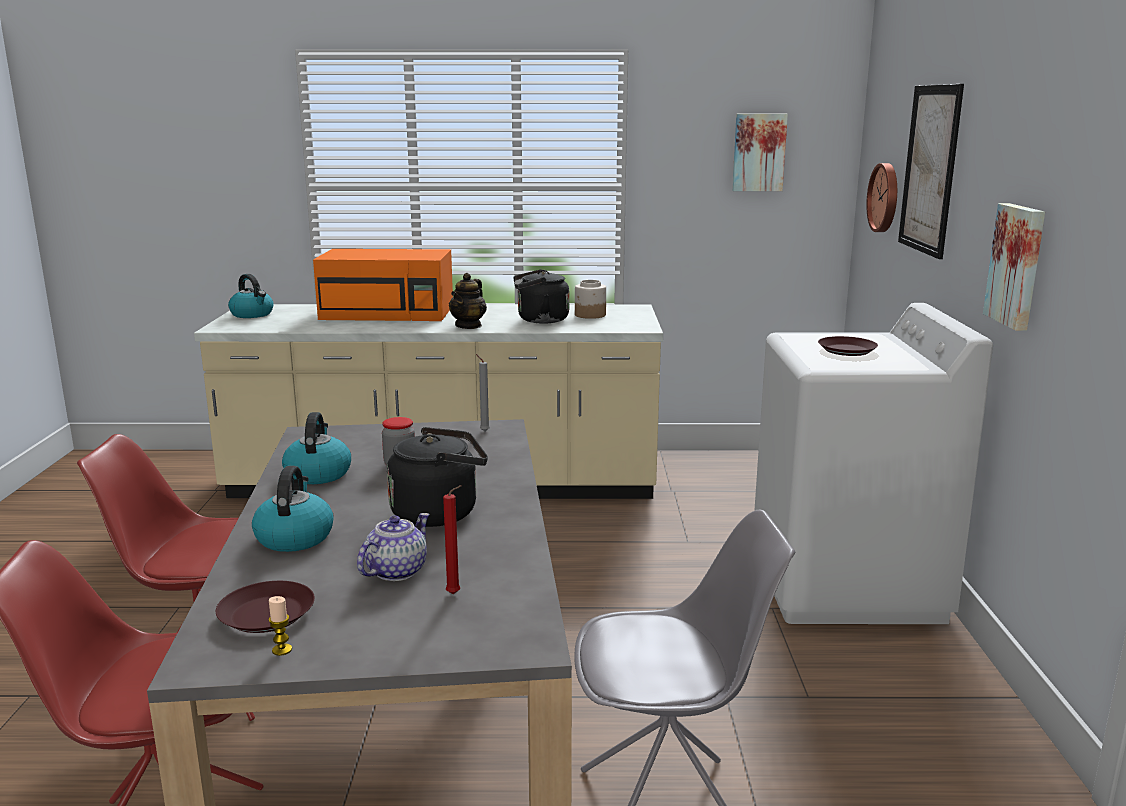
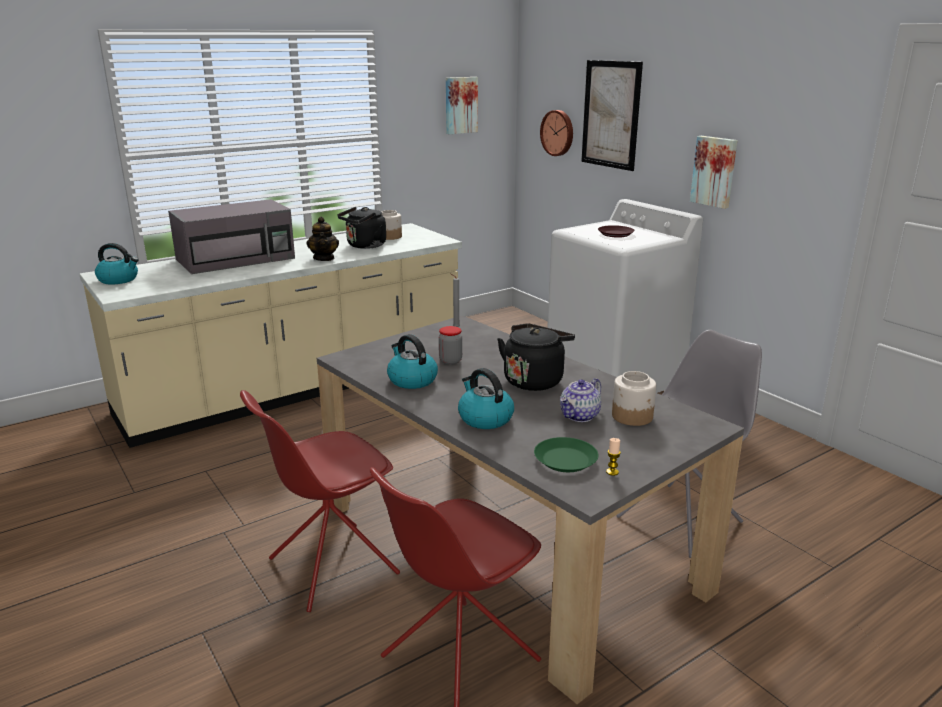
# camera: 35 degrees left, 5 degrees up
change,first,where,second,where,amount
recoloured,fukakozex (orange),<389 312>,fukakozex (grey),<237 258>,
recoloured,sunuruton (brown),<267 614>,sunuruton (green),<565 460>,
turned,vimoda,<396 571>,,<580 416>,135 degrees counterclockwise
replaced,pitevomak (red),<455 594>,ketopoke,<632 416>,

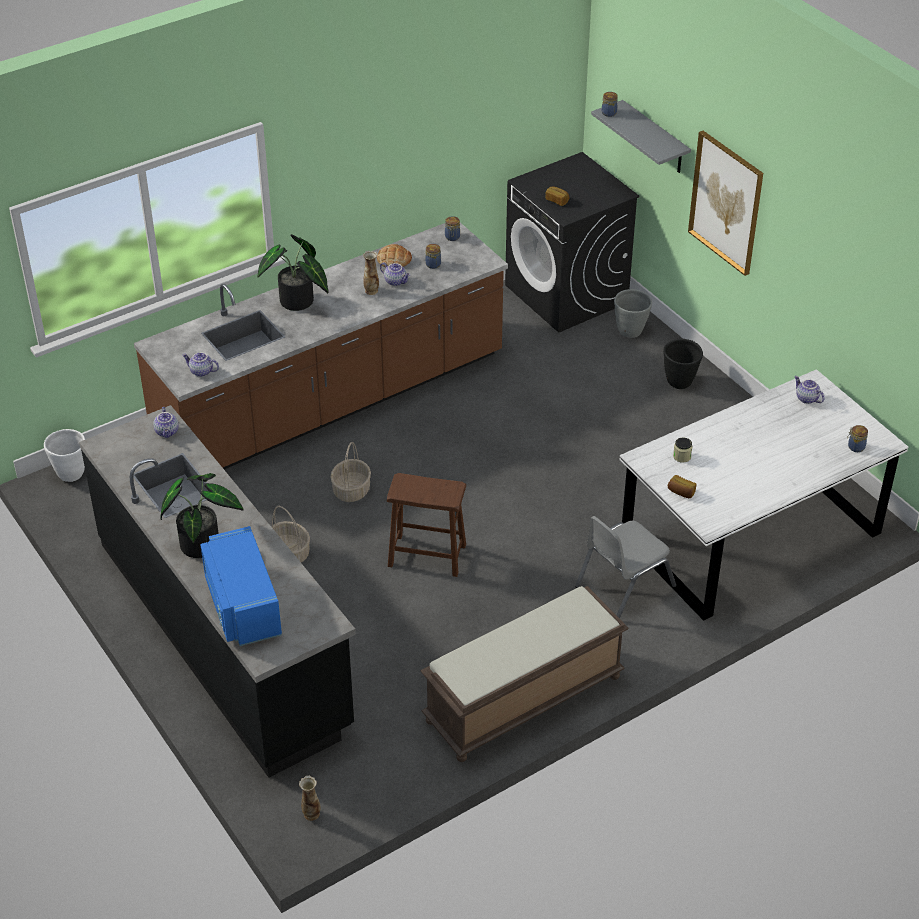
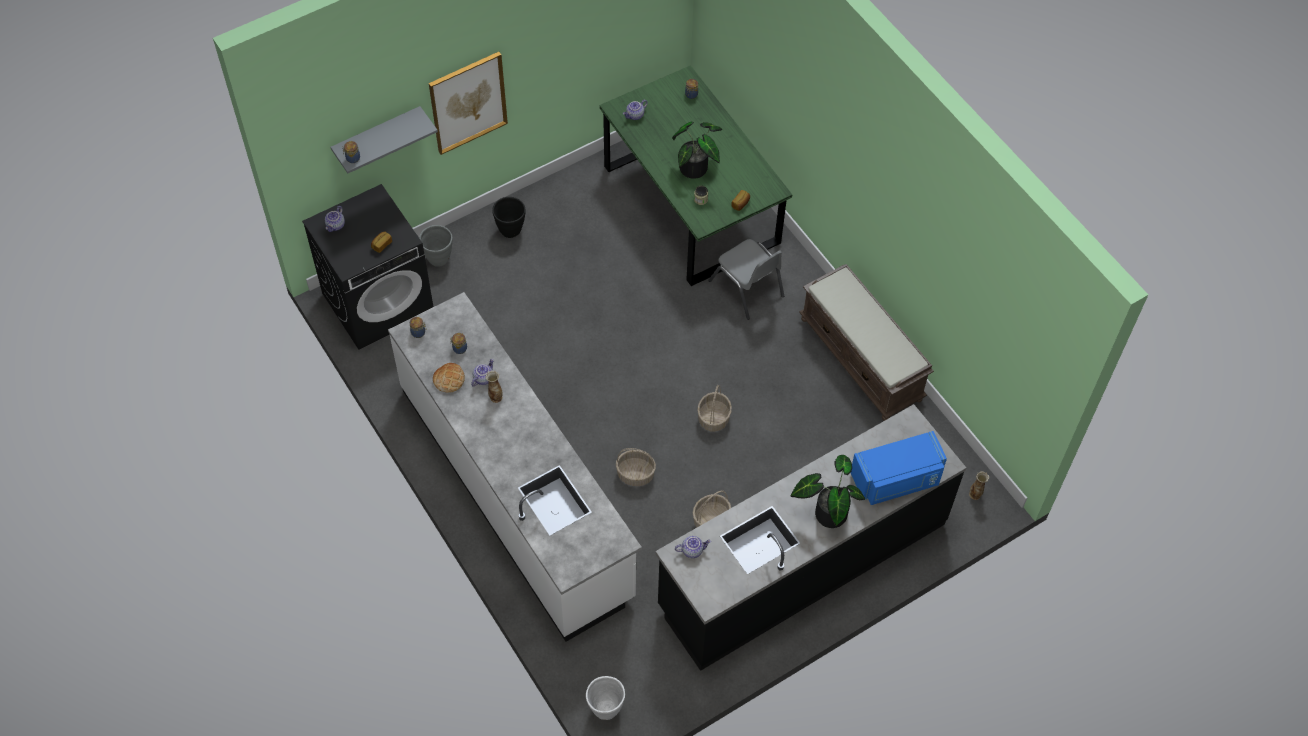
# camera: 90 degrees left, 15 degrees up
change,first,where,second,where,amount
moved,vimoda,<201 372>,,<336 225>,
recoloured,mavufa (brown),<332 401>,mavufa (white),<516 491>,
recoloured,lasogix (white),<751 534>,lasogix (green),<692 204>,
moved,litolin,<297 304>,,<697 167>,
replaced,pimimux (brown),<427 555>,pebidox,<714 418>,

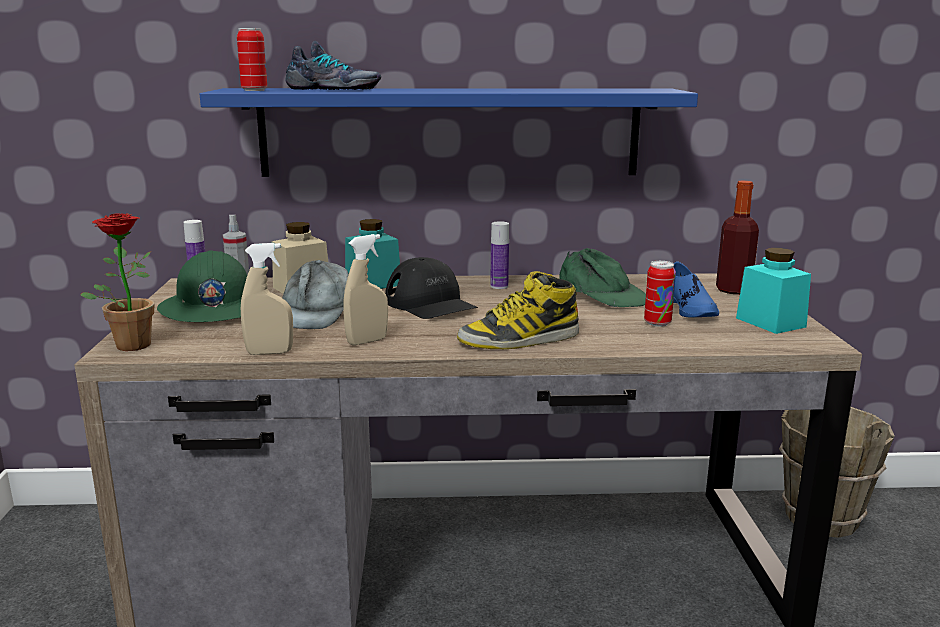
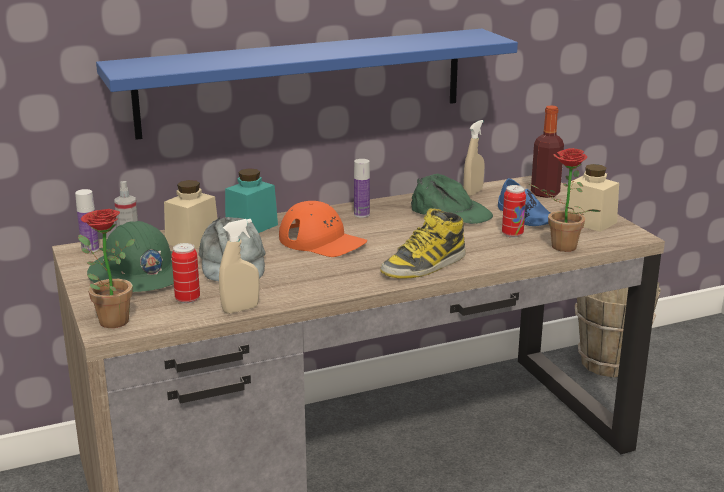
# camera: 20 degrees left, 5 degrees up
change,first,where,second,where,amount
moved,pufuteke,<254 90>,,<187 299>,
recoloured,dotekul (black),<430 304>,dotekul (orange),<322 241>,
moved,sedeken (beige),<367 341>,,<473 192>,
added,,,litolin,<559 247>,
recoloured,ketopoke (turquoise),<770 322>,ketopoke (beige),<590 222>,
removed,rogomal,<333 89>,,,

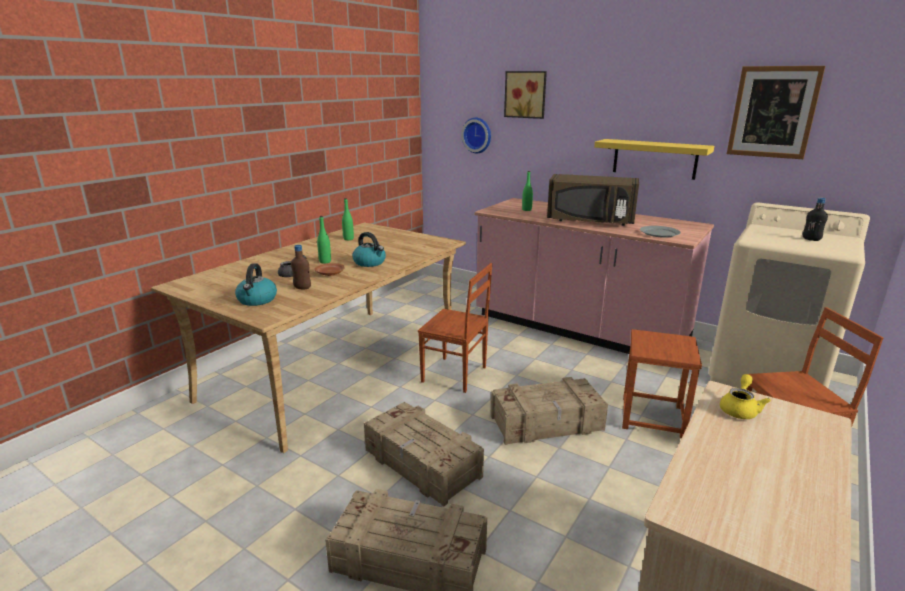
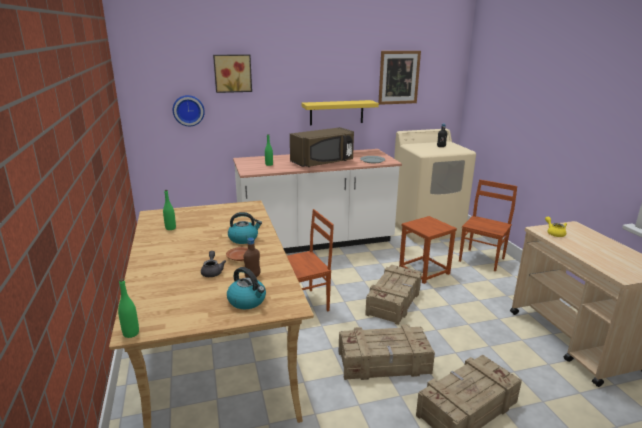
# camera: 50 degrees left, 0 degrees up
change,first,where,second,where,amount
moved,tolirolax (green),<325 261>,,<131 333>,
recoloured,mavufa (pink),<578 329>,mavufa (white),<315 242>,

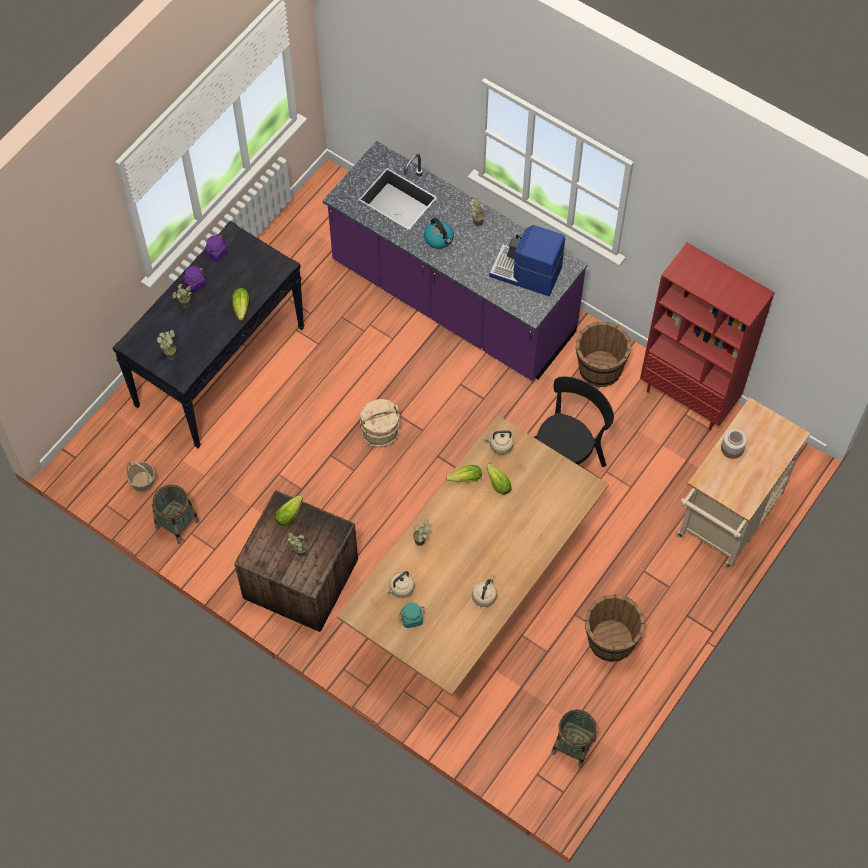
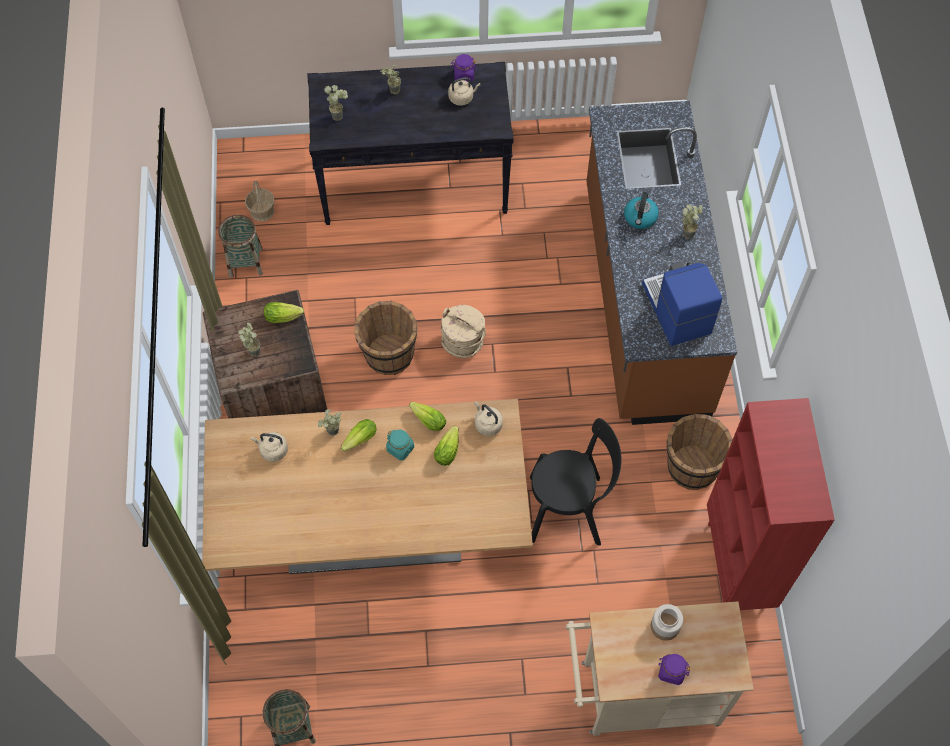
# camera: 50 degrees right, 0 degrees up
change,first,where,second,where,amount
moved,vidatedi,<241 309>,,<358 440>,
moved,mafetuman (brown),<610 641>,,<388 354>,
moved,ketopoke (turquoise),<412 618>,,<400 449>,
moved,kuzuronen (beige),<484 595>,,<462 97>,
recoloured,mavufa (purple),<452 300>,mavufa (brown),<643 300>,
moved,ketopoke (purple),<195 283>,,<671 671>,

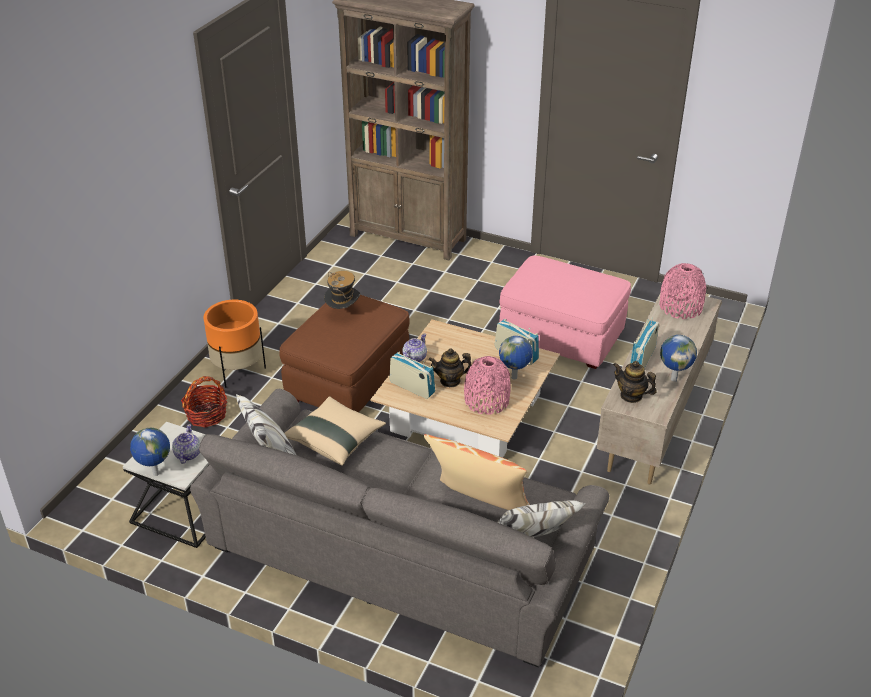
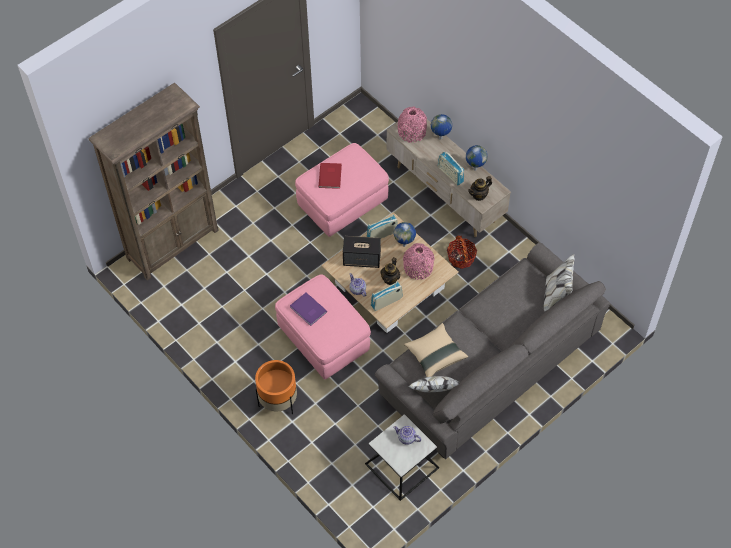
# camera: 65 degrees left, 20 degrees up
change,first,where,second,where,amount
recoloured,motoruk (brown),<349 380>,motoruk (pink),<323 338>,
replaced,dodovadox,<343 313>,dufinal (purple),<308 310>,
added,,,dufinal (red),<331 176>,
added,,,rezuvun,<362 259>,
moved,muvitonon,<155 474>,,<440 138>,
moved,pebidox,<206 415>,,<461 258>,
removed,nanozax,<479 508>,,,

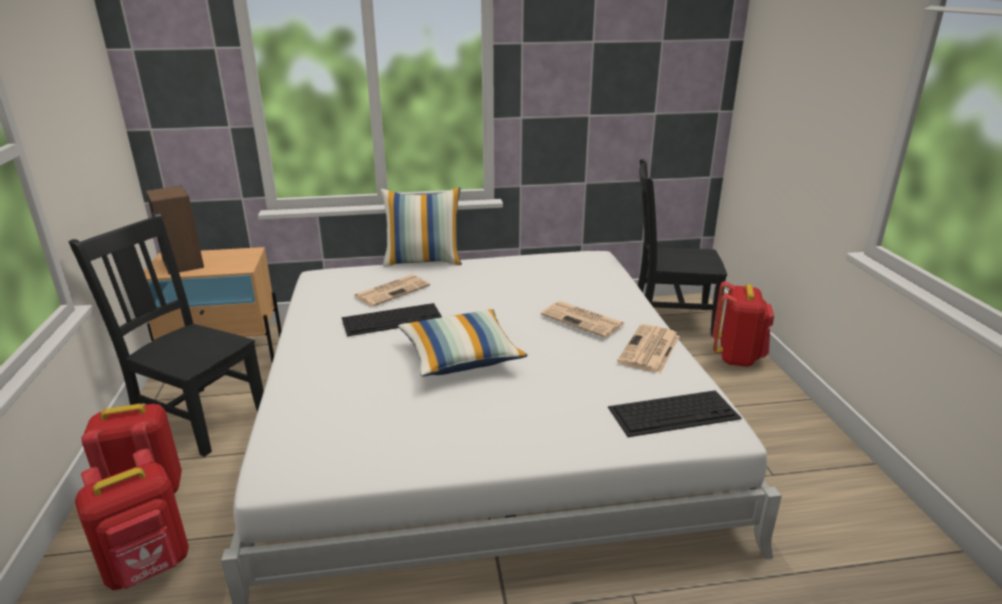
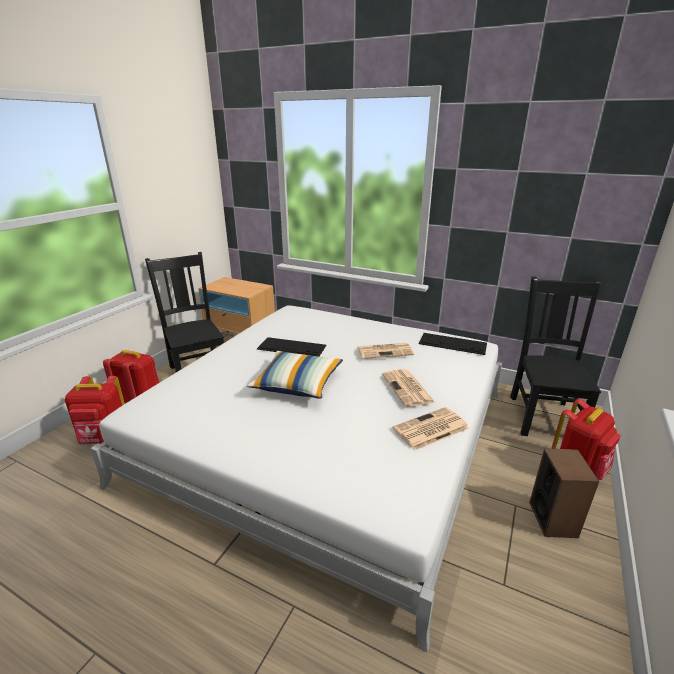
# camera: 35 degrees right, 0 degrees up
change,first,where,second,where,amount
moved,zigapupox,<392 290>,,<385 351>,
moved,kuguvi,<674 412>,,<453 343>,
turned,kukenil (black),<668 319>,,<543 416>,60 degrees clockwise
moved,rezuvun,<183 263>,,<553 519>,
removed,nanozax,<423 261>,,,

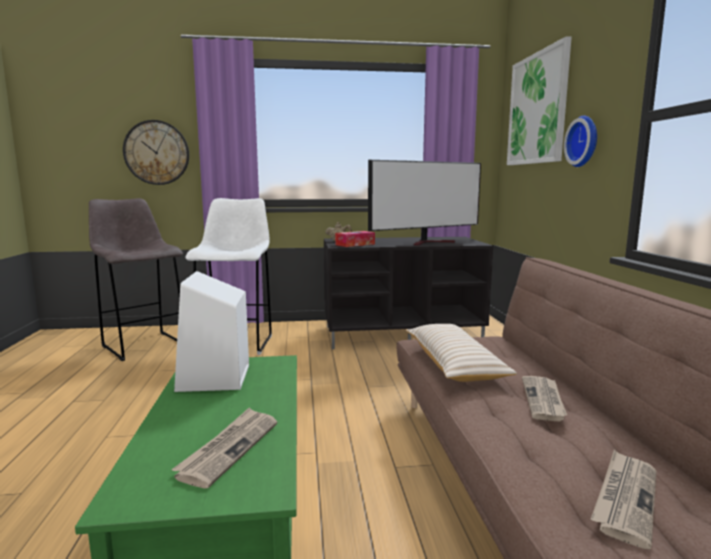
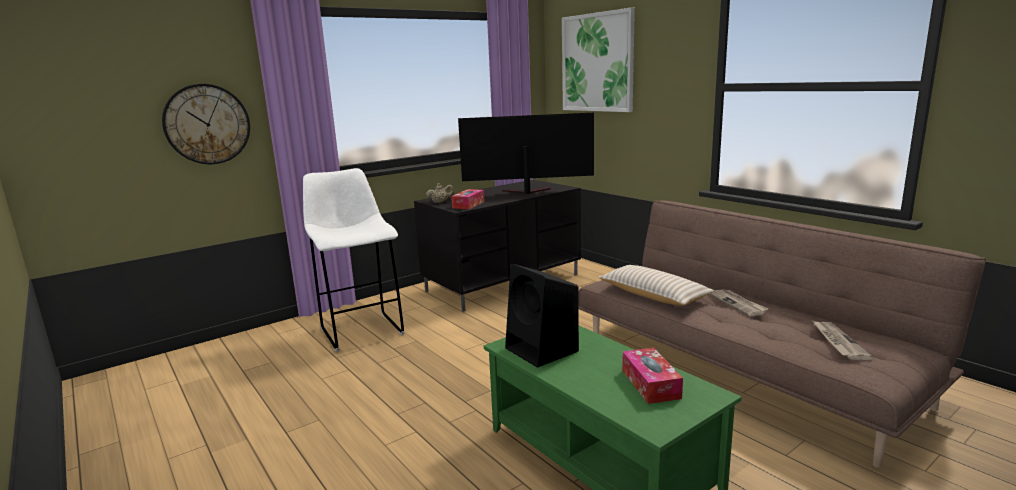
# camera: 30 degrees left, 5 degrees up
change,first,where,second,where,amount
turned,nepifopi,<430 242>,,<525 192>,120 degrees counterclockwise
recoloured,rezuvun (white),<214 379>,rezuvun (black),<543 350>,
replaced,zigapupox,<229 448>,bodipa,<650 384>,
removed,pimimux (grey),<143 345>,,,
removed,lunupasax,<584 141>,,,

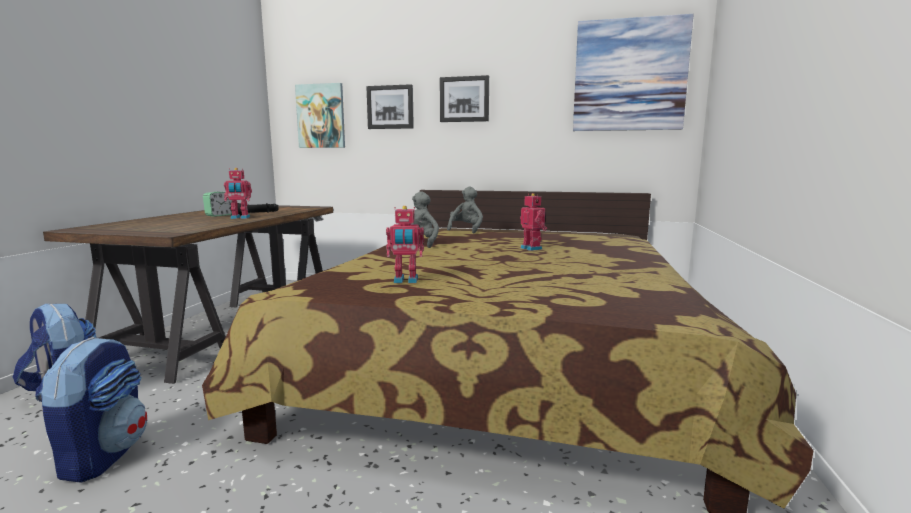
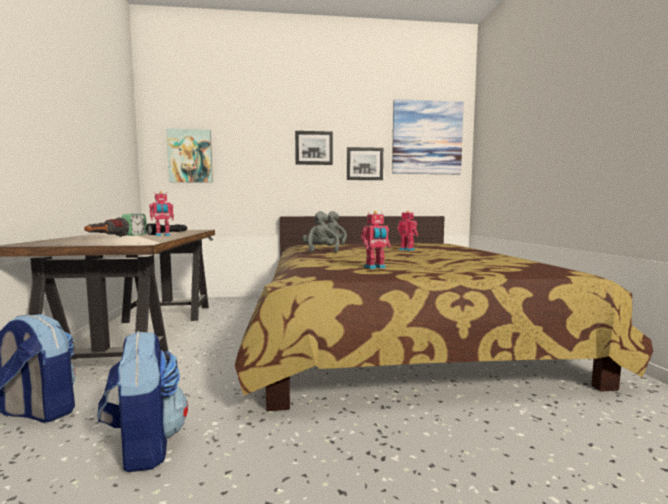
# camera: 20 degrees left, 5 degrees down
change,first,where,second,where,amount
added,,,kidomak,<106 237>,
moved,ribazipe,<390 107>,,<364 164>,

